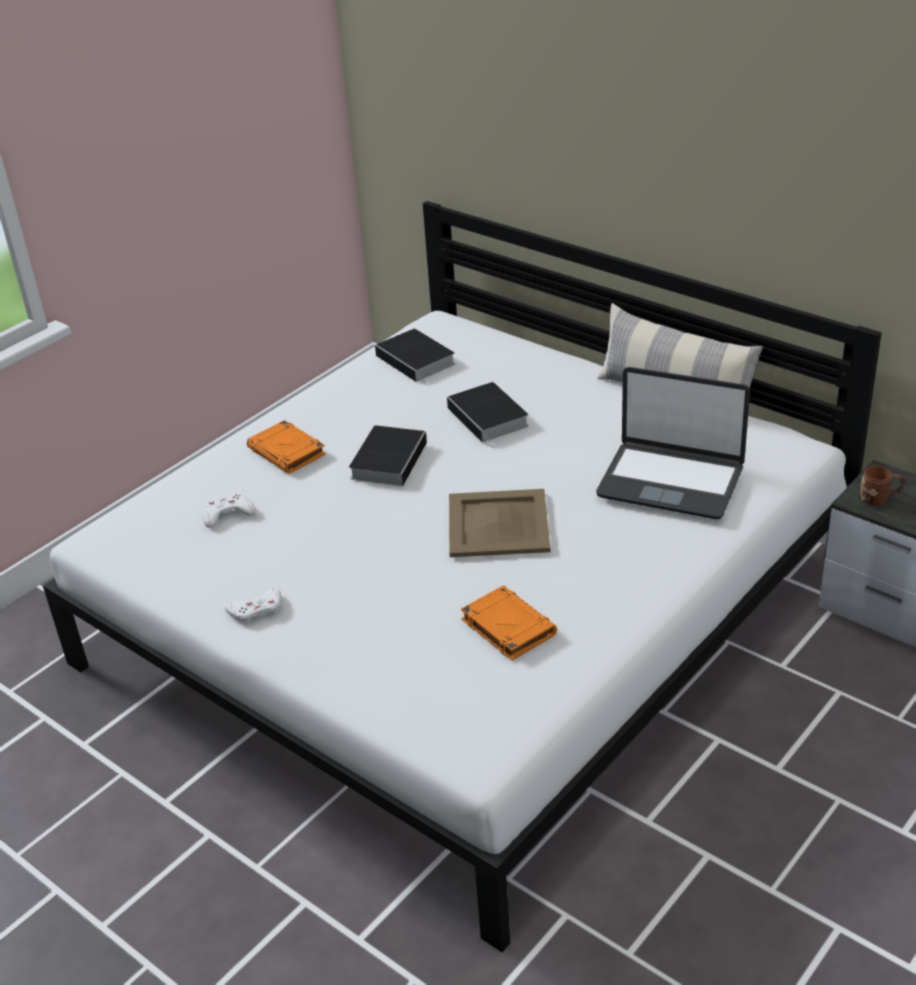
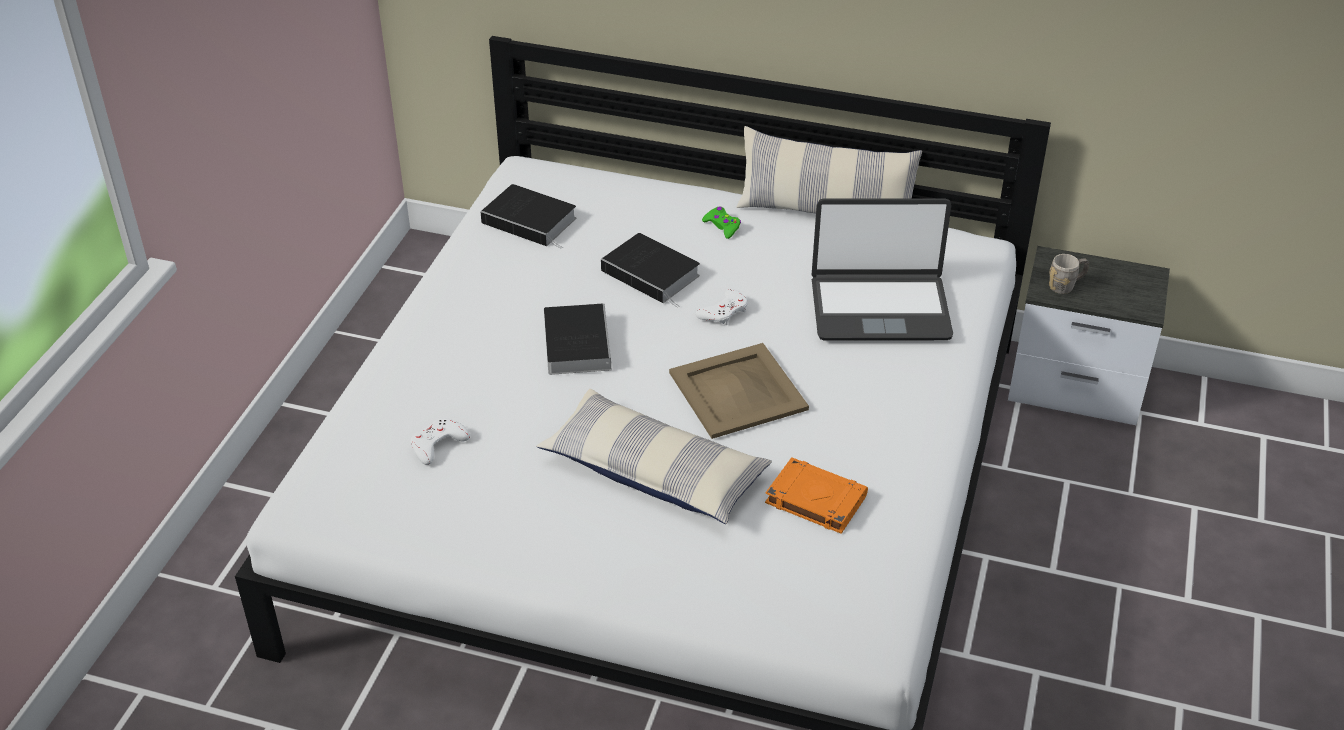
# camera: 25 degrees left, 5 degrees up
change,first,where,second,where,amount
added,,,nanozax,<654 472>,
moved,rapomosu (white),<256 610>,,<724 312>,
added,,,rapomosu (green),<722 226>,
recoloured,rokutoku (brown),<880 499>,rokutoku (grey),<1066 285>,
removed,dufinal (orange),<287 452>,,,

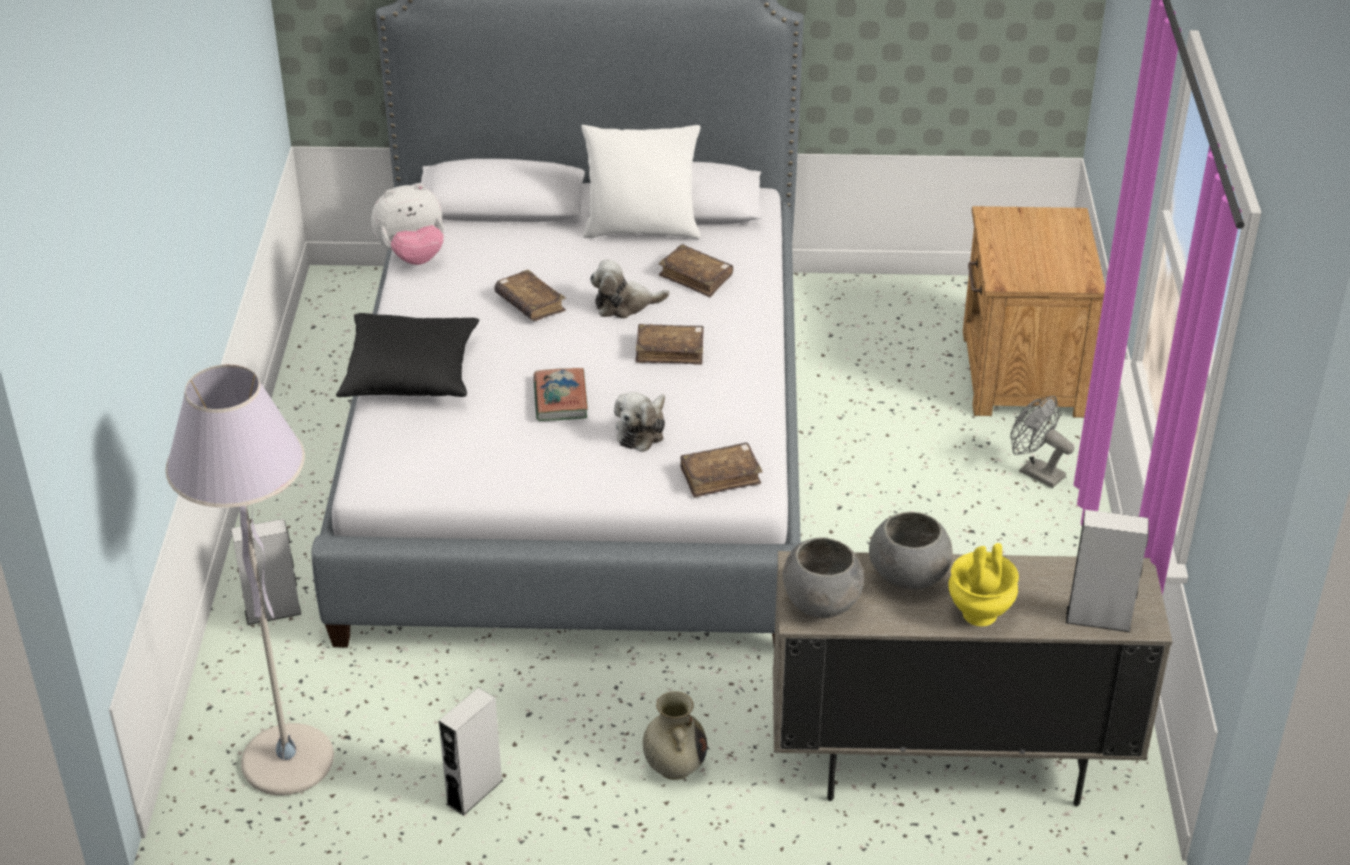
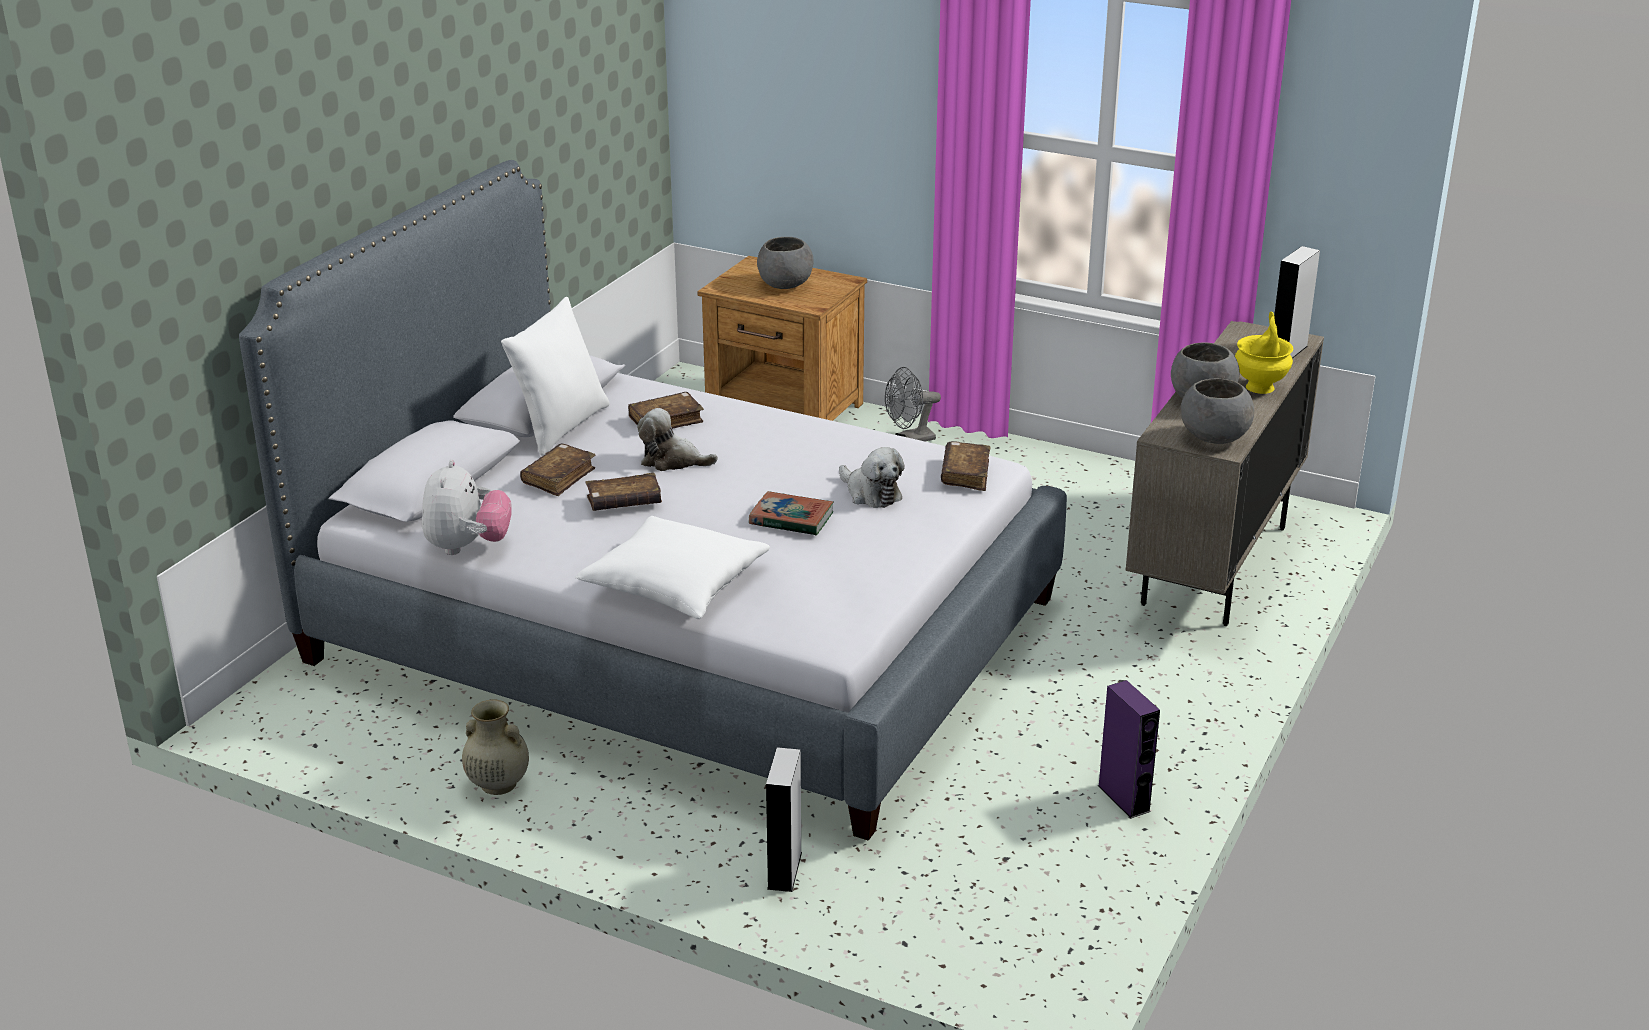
# camera: 65 degrees left, 10 degrees down
change,first,where,second,where,amount
moved,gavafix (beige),<674 765>,,<497 784>,
moved,dufinal (brown),<670 351>,,<558 477>,
recoloured,nanozax (black),<411 374>,nanozax (white),<675 586>,
turned,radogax,<624 305>,,<672 461>,90 degrees clockwise
added,,,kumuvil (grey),<786 286>,
recoloured,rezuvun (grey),<474 792>,rezuvun (purple),<1123 798>,
removed,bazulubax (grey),<288 761>,,,

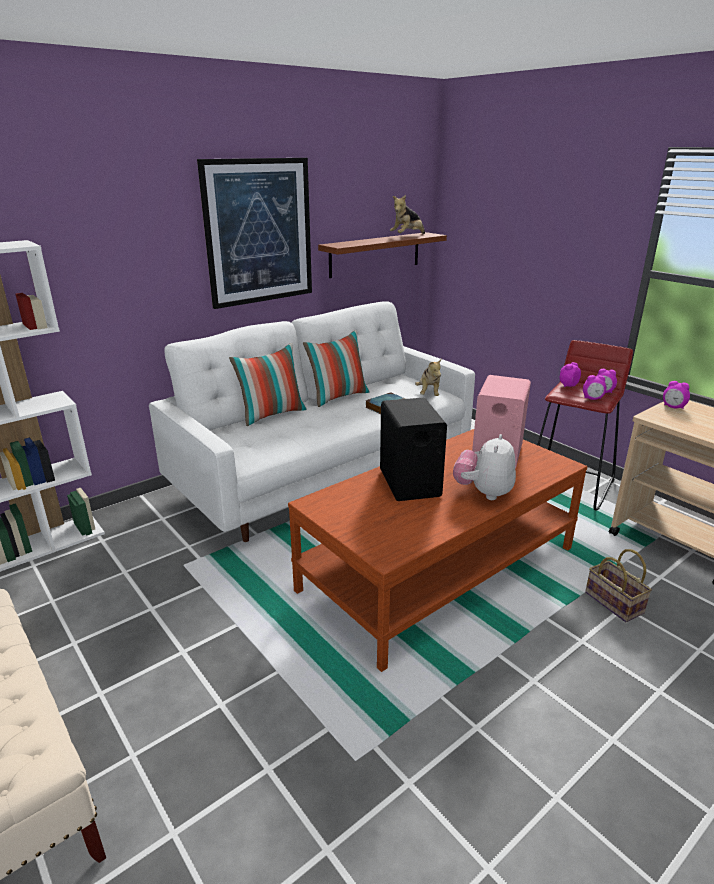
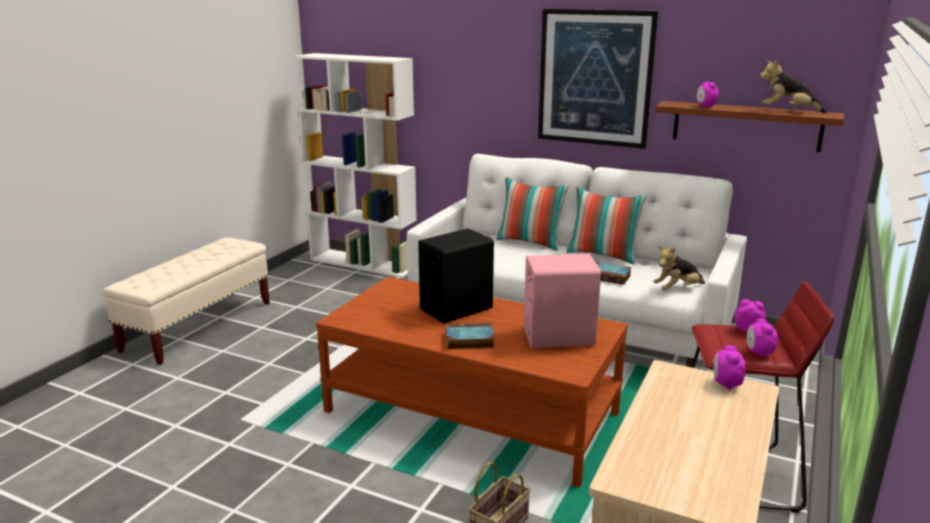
# camera: 65 degrees right, 5 degrees down
change,first,where,second,where,amount
replaced,radogax,<483 493>,dufinal,<468 340>,
moved,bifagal,<592 399>,,<705 106>,

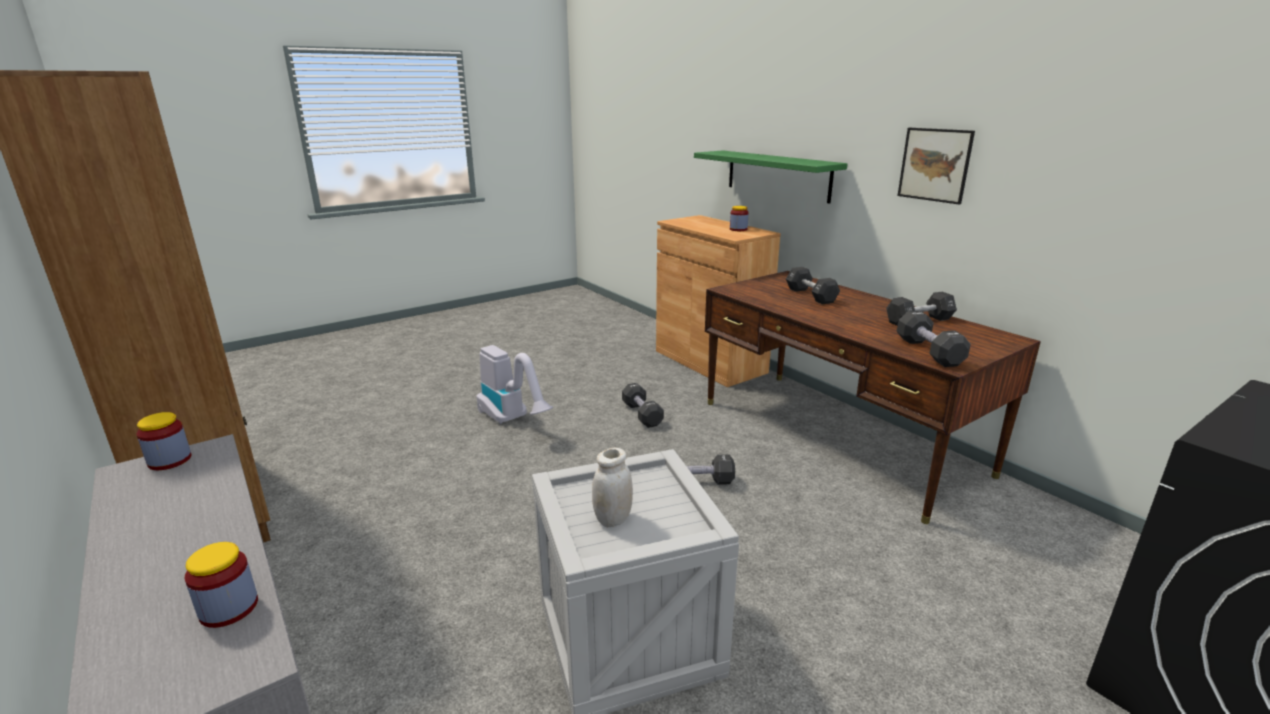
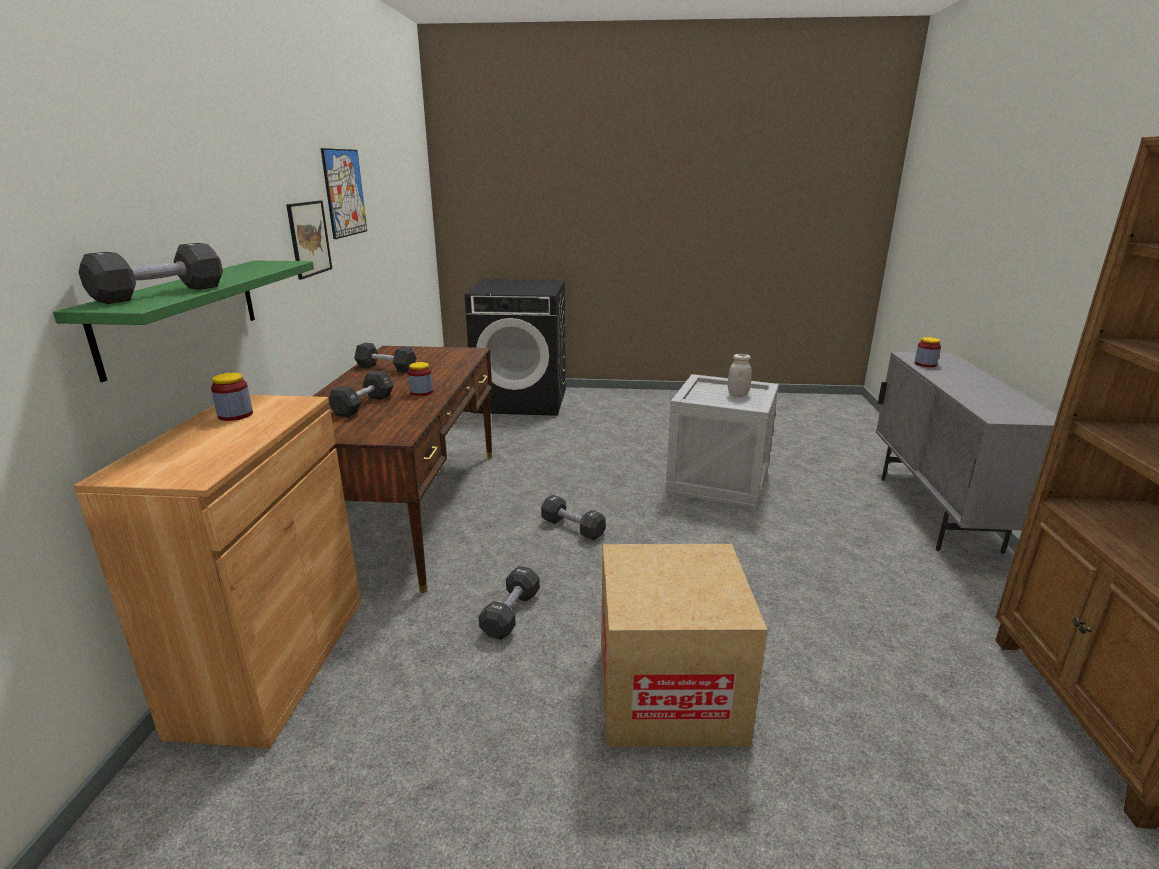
# camera: 140 degrees left, 0 degrees up
change,first,where,second,where,amount
moved,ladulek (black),<928 352>,,<161 294>,
added,,,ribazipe,<344 193>,
moved,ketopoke,<170 460>,,<421 392>,
replaced,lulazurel,<513 420>,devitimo,<669 692>,

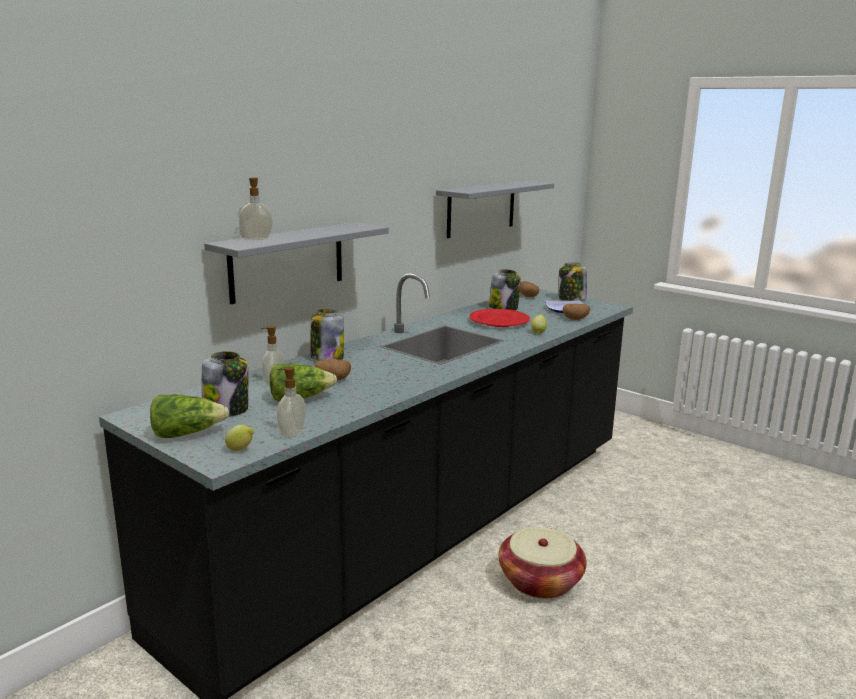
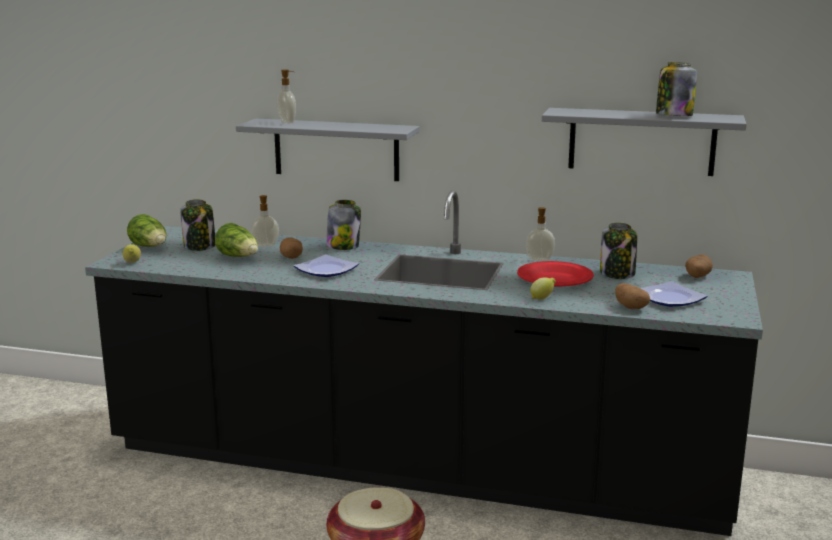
# camera: 65 degrees right, 0 degrees up
change,first,where,second,where,amount
added,,,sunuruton,<325 270>,
moved,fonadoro,<291 433>,,<539 259>,
moved,ketopoke,<571 299>,,<673 115>,

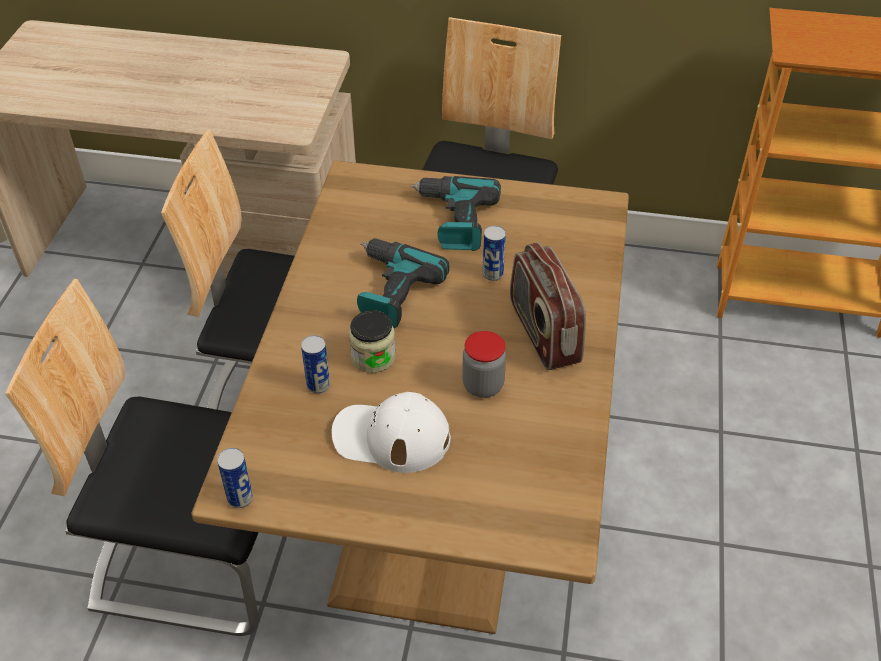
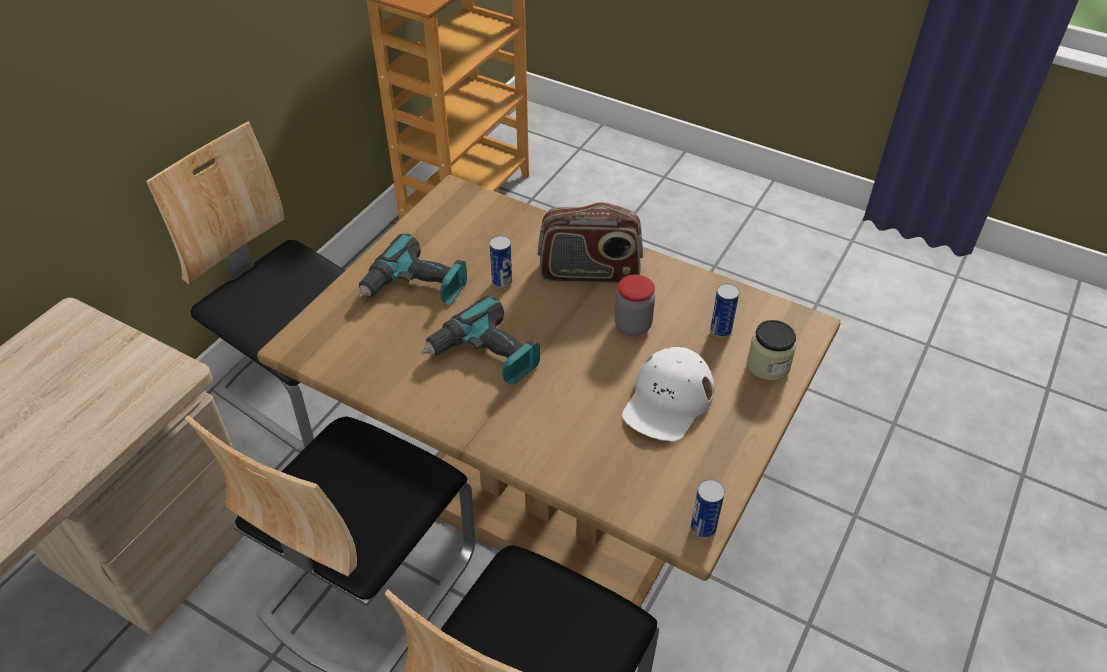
# camera: 70 degrees left, 0 degrees up
change,first,where,second,where,amount
moved,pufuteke,<318 385>,,<720 331>,
moved,ketopoke,<373 357>,,<768 365>,

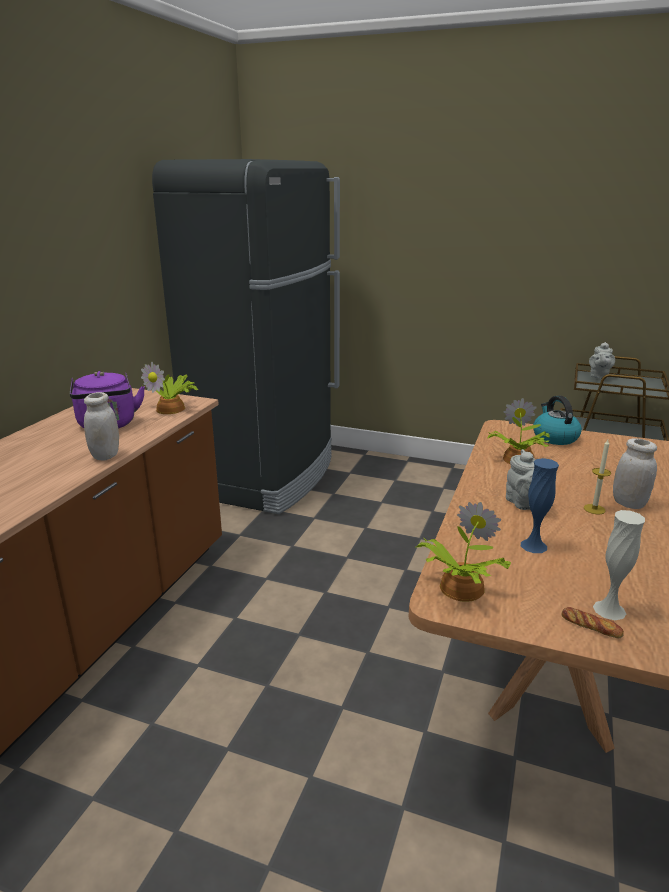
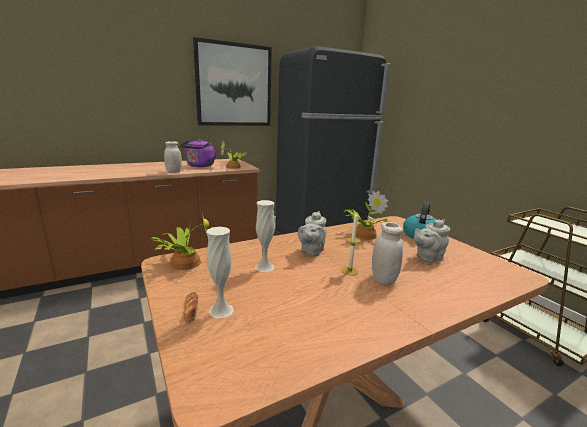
# camera: 40 degrees right, 5 degrees down
change,first,where,second,where,amount
added,,,ribazipe,<234 85>,
recoloured,gavafix (blue),<533 546>,gavafix (white),<264 267>,
moved,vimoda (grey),<598 376>,,<427 258>,

